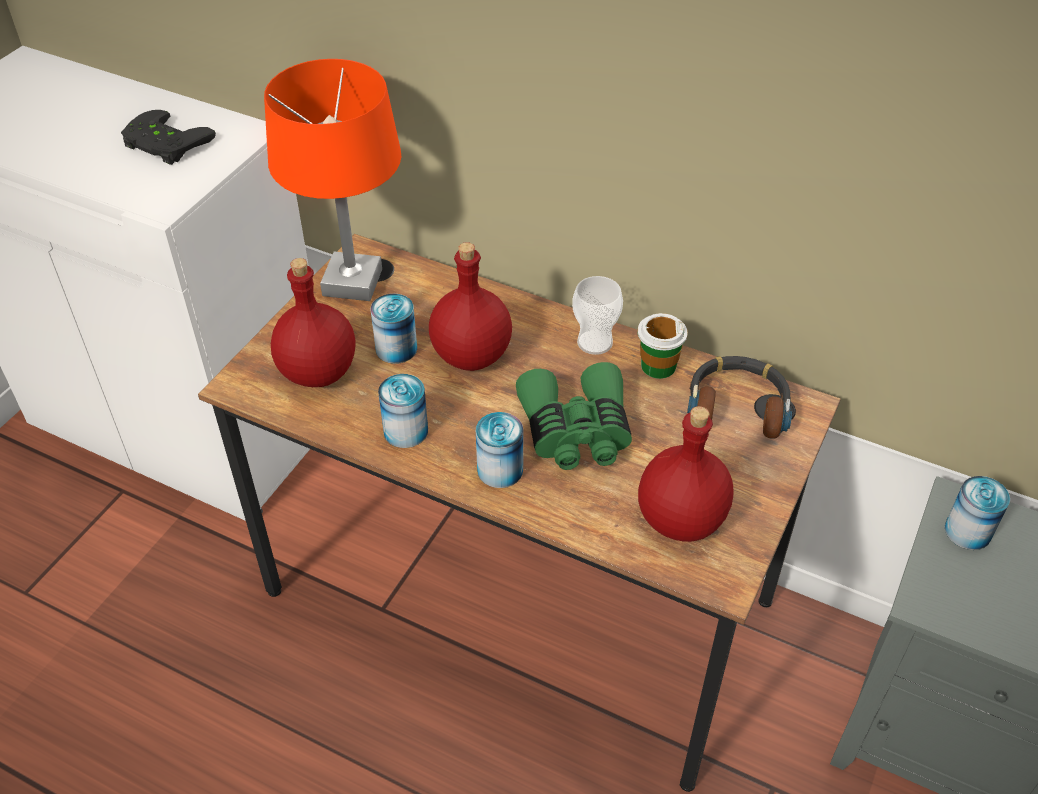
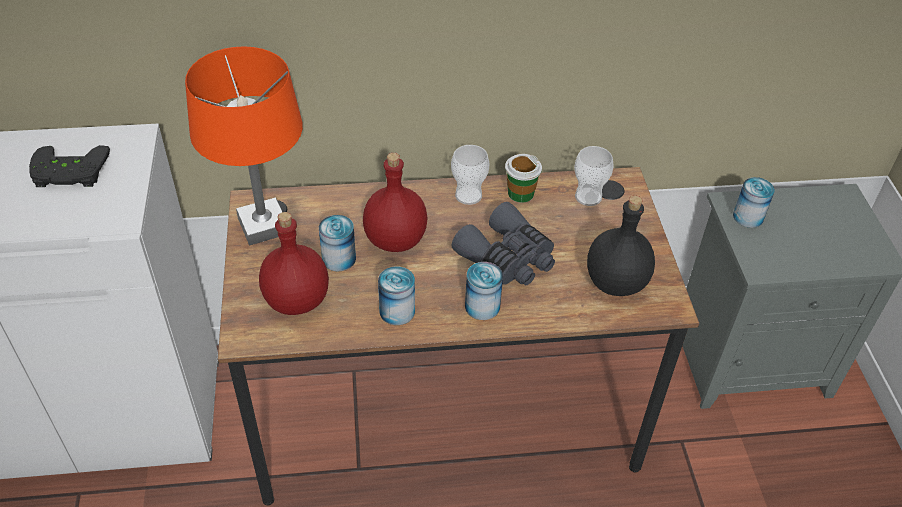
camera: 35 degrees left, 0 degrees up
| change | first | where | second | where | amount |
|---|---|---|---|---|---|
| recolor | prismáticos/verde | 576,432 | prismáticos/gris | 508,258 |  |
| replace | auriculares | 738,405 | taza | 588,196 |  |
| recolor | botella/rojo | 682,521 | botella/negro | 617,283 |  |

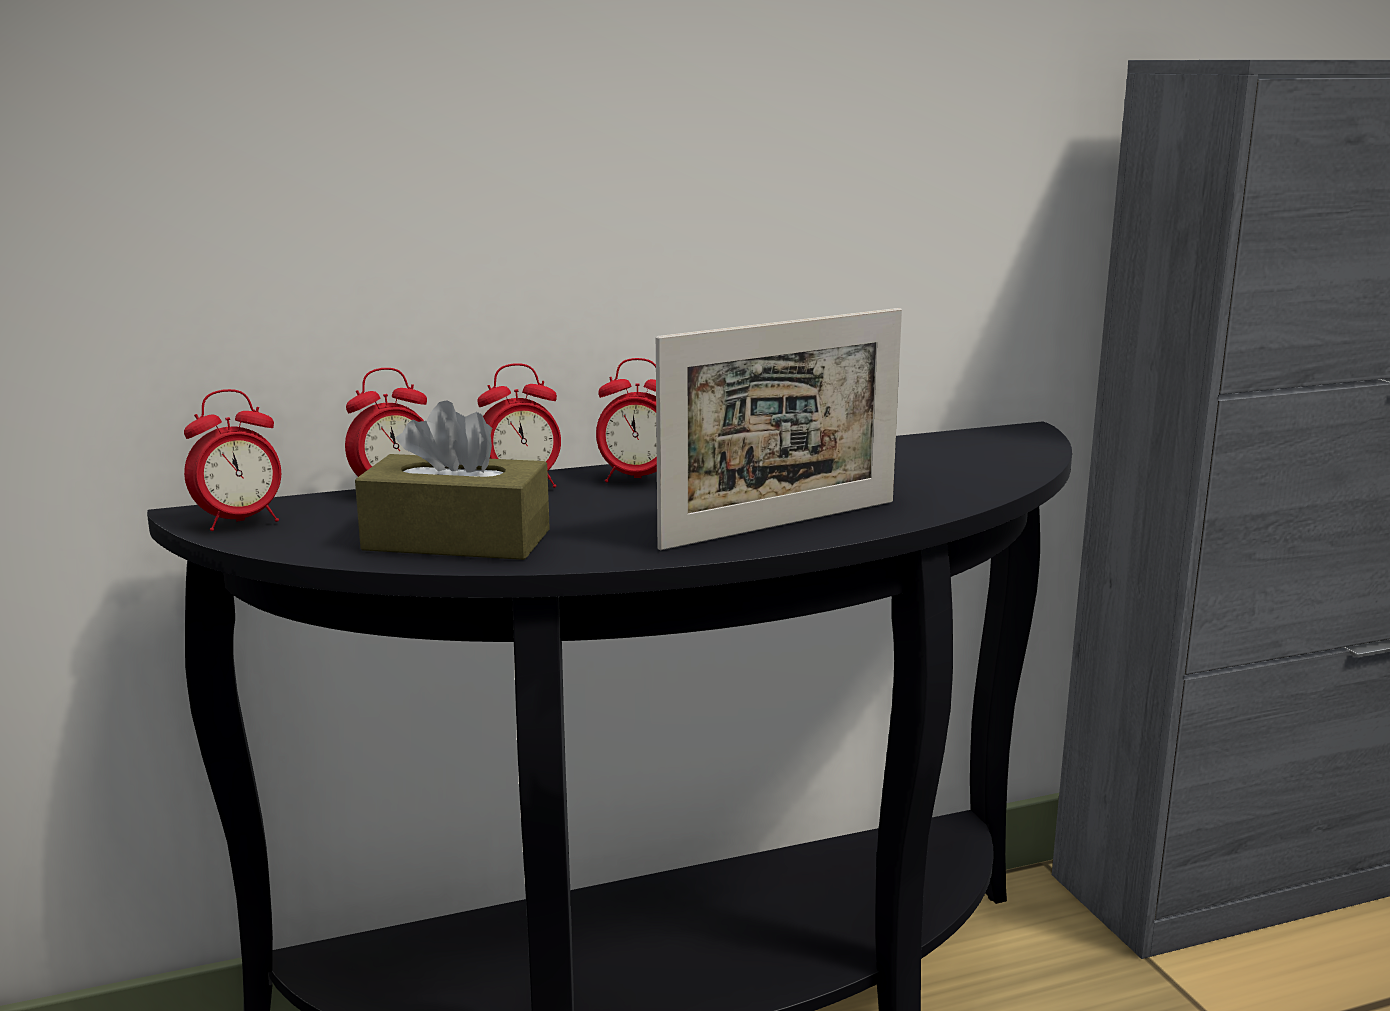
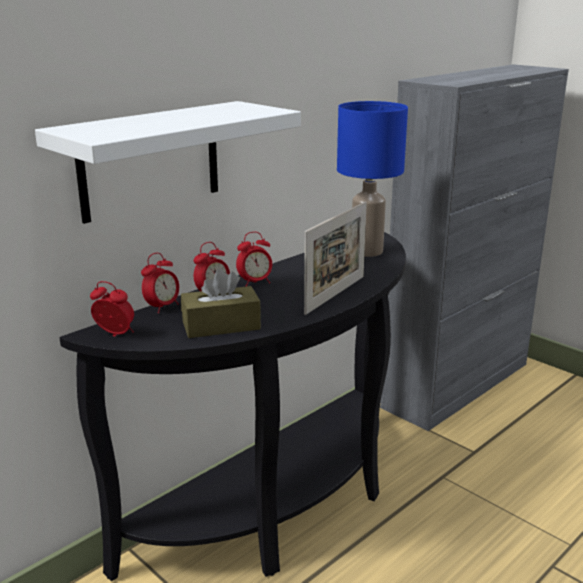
camera: 25 degrees left, 5 degrees up
| change | first | where | second | where | amount |
|---|---|---|---|---|---|
| insert |  |  | estante/blanco | 150,160 |  |
| rotate | despertador | 241,522 |  | 115,335 | 105 degrees counterclockwise |
| insert |  |  | lámpara de mesa/azul | 365,251 |  |

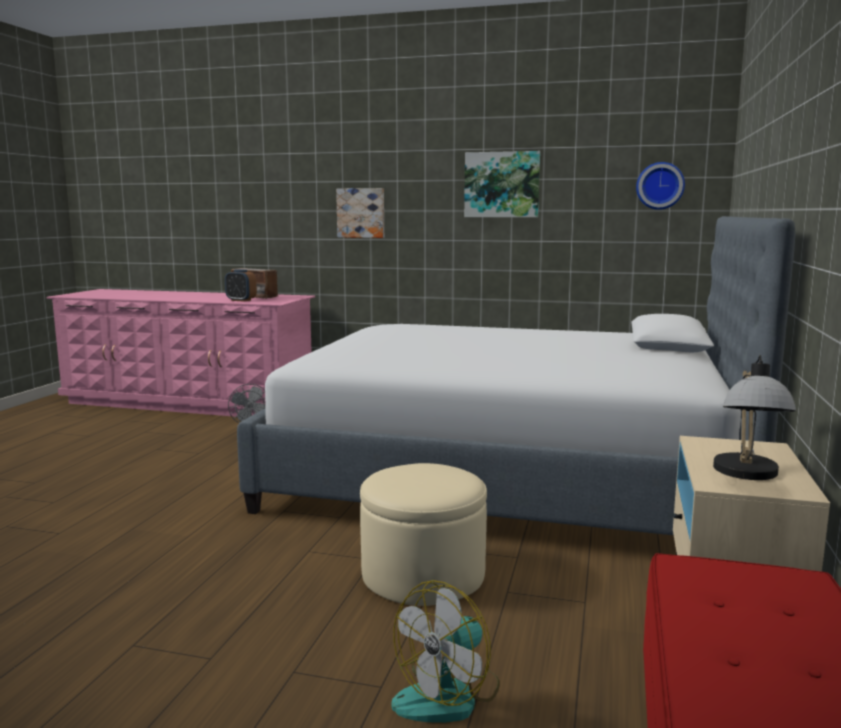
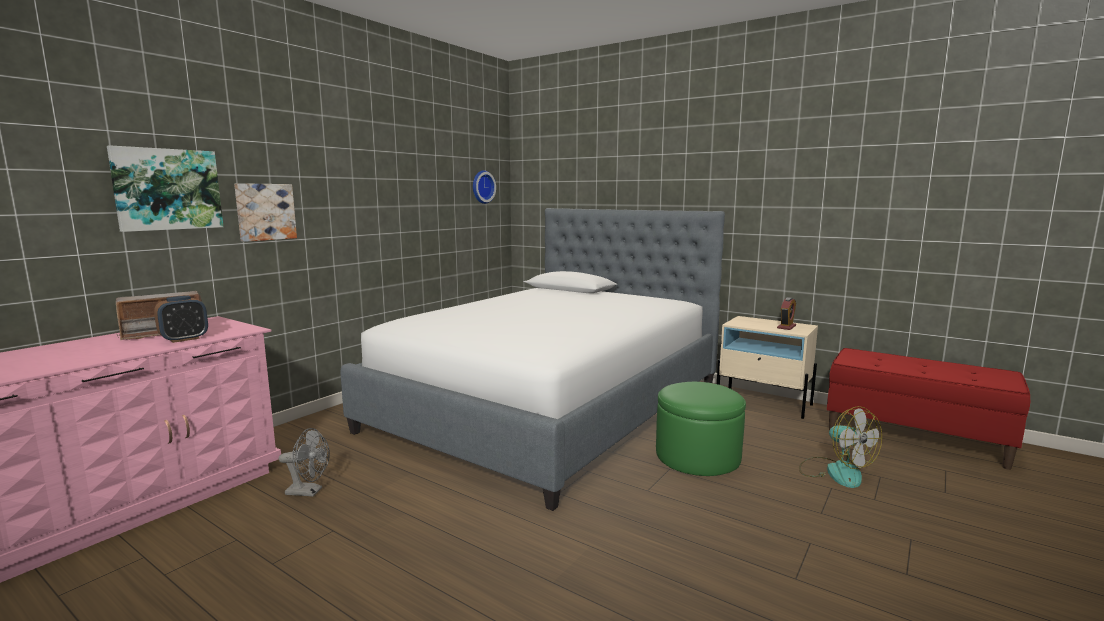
camera: 70 degrees left, 0 degrees up
| change | first | where | second | where | amount |
|---|---|---|---|---|---|
| move | cuadro | 502,184 |  | 167,189 |  |
| recolor | puf/beis | 423,574 | puf/verde | 697,456 |  |
| replace | lámpara de mesa | 747,475 | despertador | 786,327 |  |

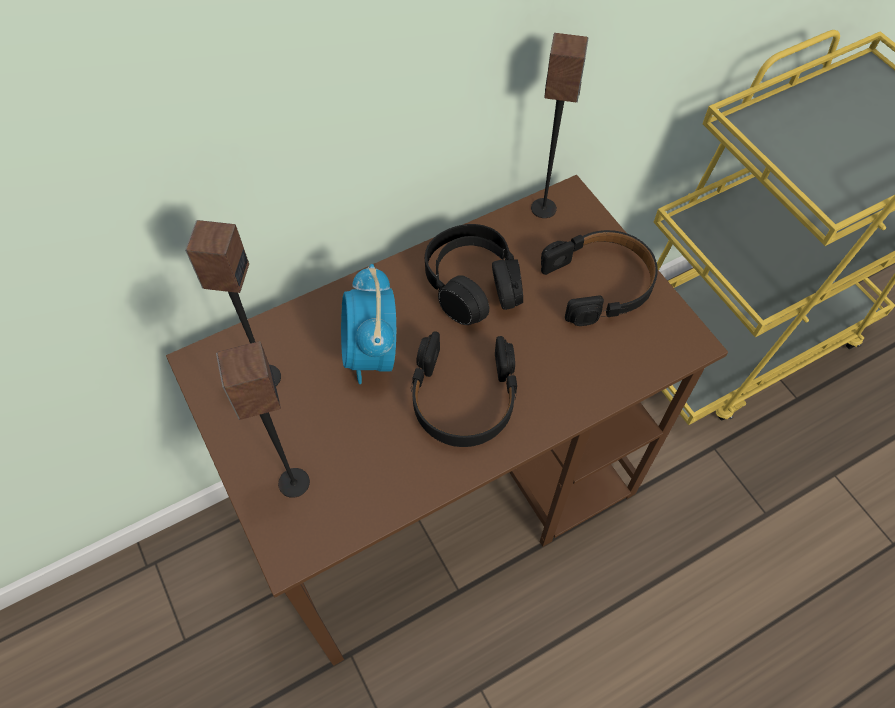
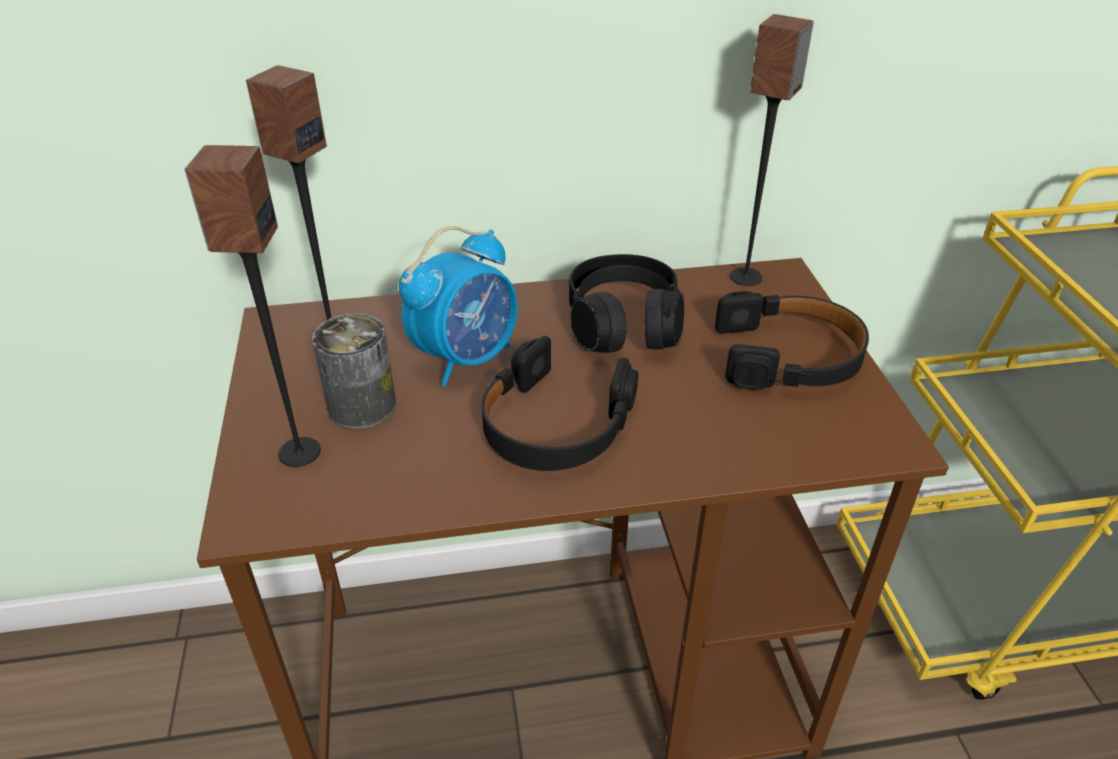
camera: 20 degrees right, 20 degrees down
| change | first | where | second | where | amount |
|---|---|---|---|---|---|
| insert |  |  | lata | 362,406 |  |
| rotate | despertador | 371,354 |  | 467,357 | 150 degrees counterclockwise |

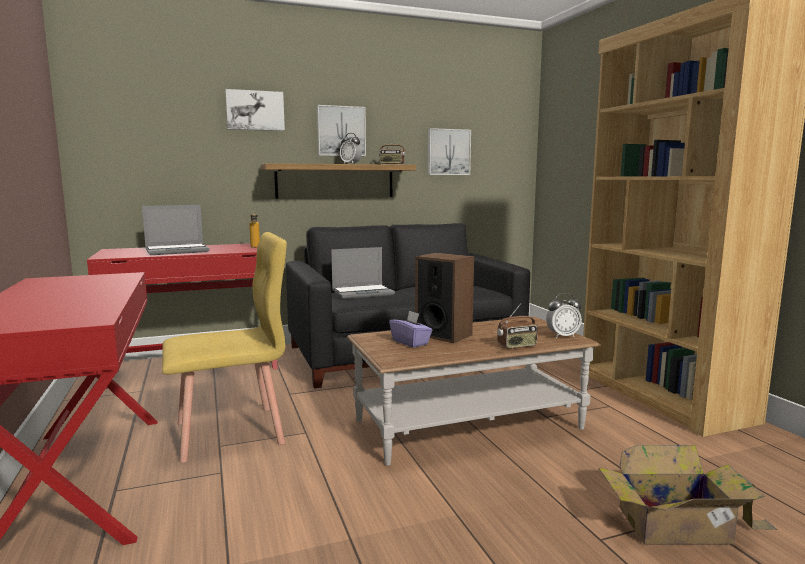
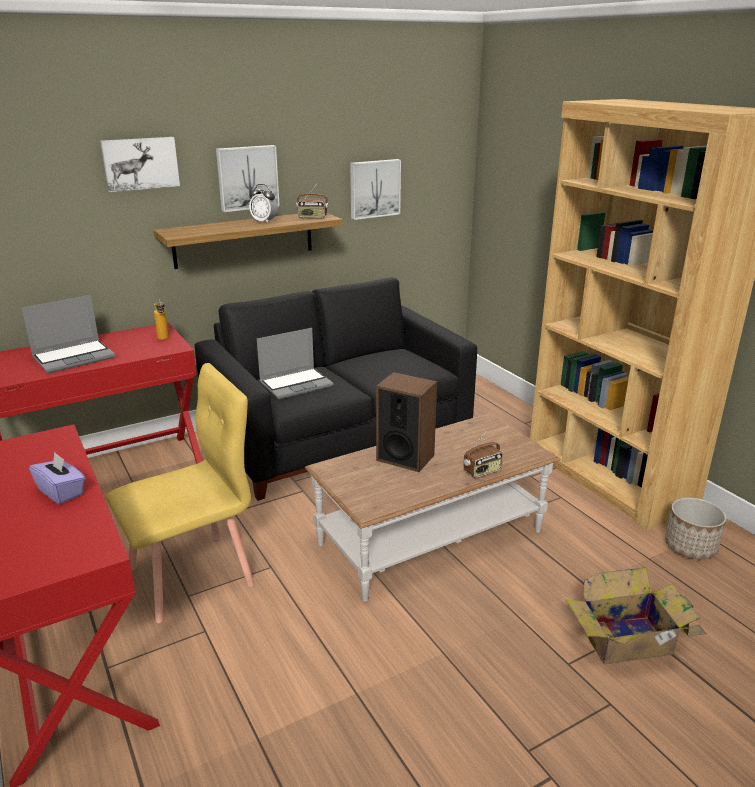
camera: 10 degrees left, 15 degrees up
| change | first | where | second | where | amount |
|---|---|---|---|---|---|
| move | caja de pañuelos/morado | 410,342 |  | 61,492 |  |
| insert |  |  | maceta | 690,546 |  |
| delete | despertador | 562,336 |  |  |  |

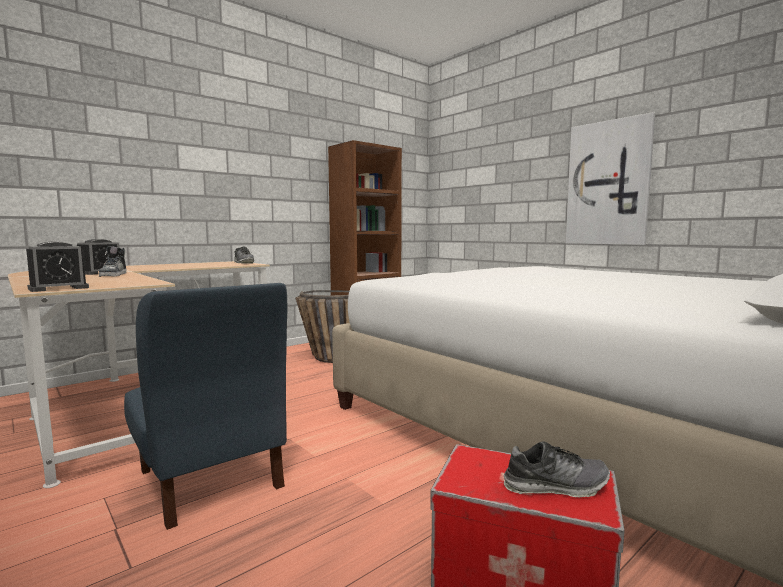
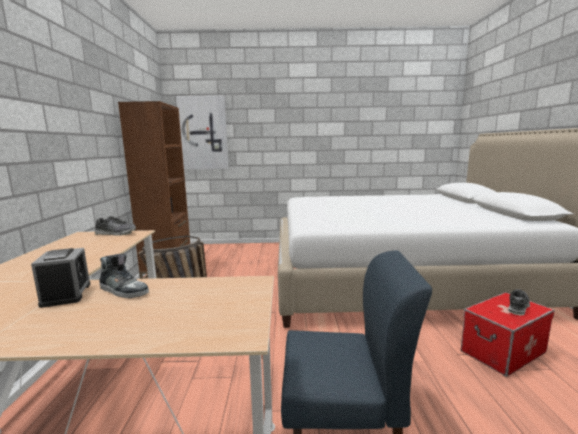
camera: 50 degrees left, 5 degrees up
| change | first | where | second | where | amount |
|---|---|---|---|---|---|
| move | cuadro | 608,183 |  | 203,133 |  |
| delete | despertador | 58,288 |  |  |  |

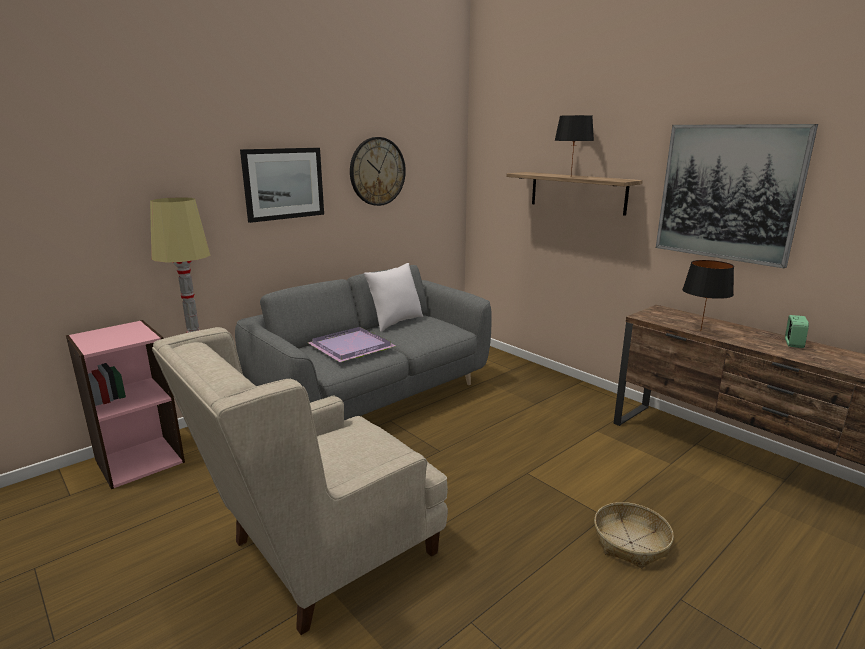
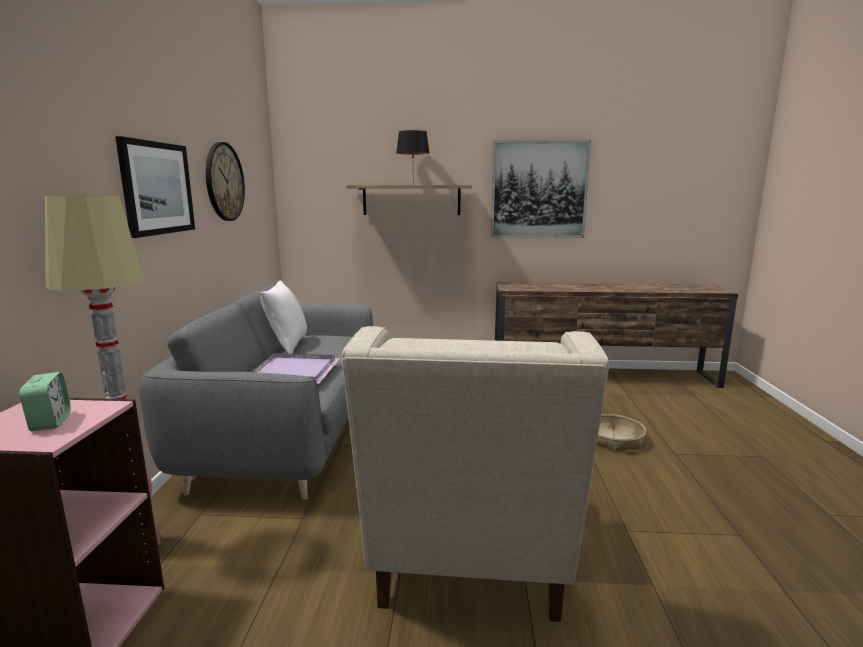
camera: 45 degrees left, 5 degrees down
| change | first | where | second | where | amount |
|---|---|---|---|---|---|
| move | despertador | 793,343 |  | 50,422 |  |
| delete | lámpara de mesa/negro | 701,331 |  |  |  |

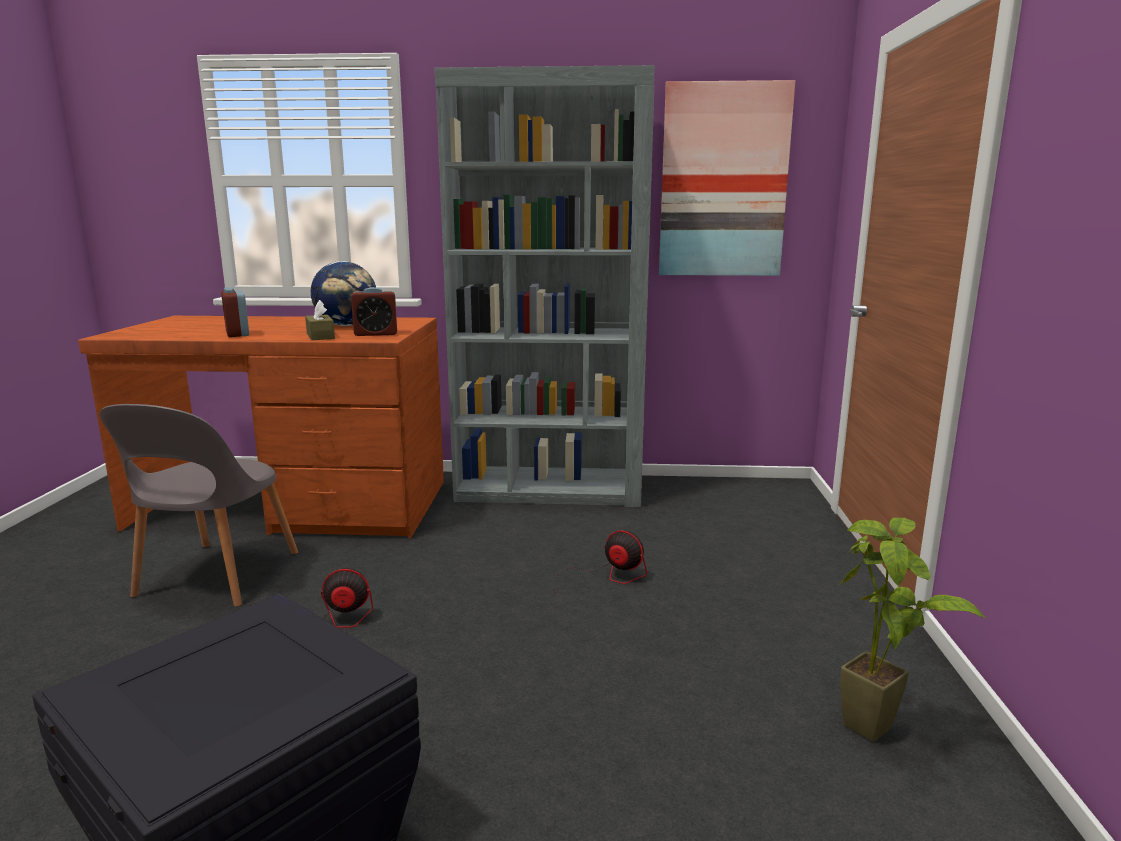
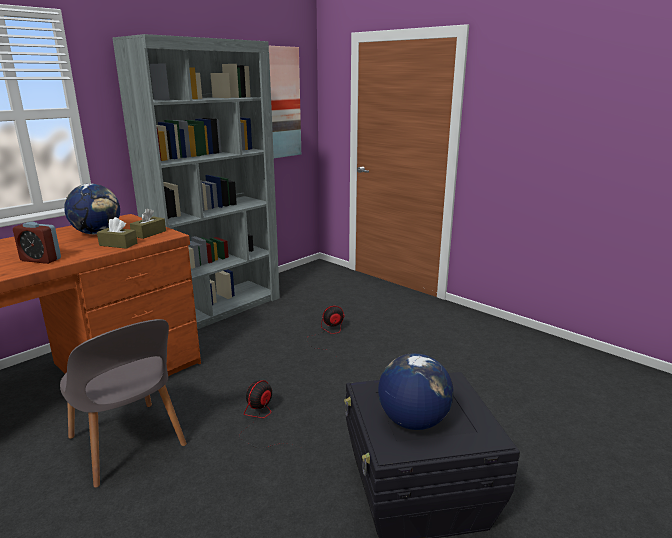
camera: 50 degrees left, 5 degrees up
| change | first | where | second | where | amount |
|---|---|---|---|---|---|
| replace | despertador | 376,334 | caja de pañuelos/marrón | 149,233 |  |
| insert |  |  | globo terráqueo | 413,421 |  |
| delete | planta en maceta | 880,739 |  |  |  |

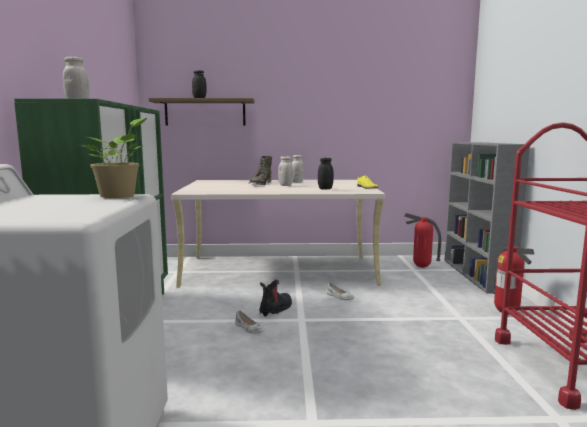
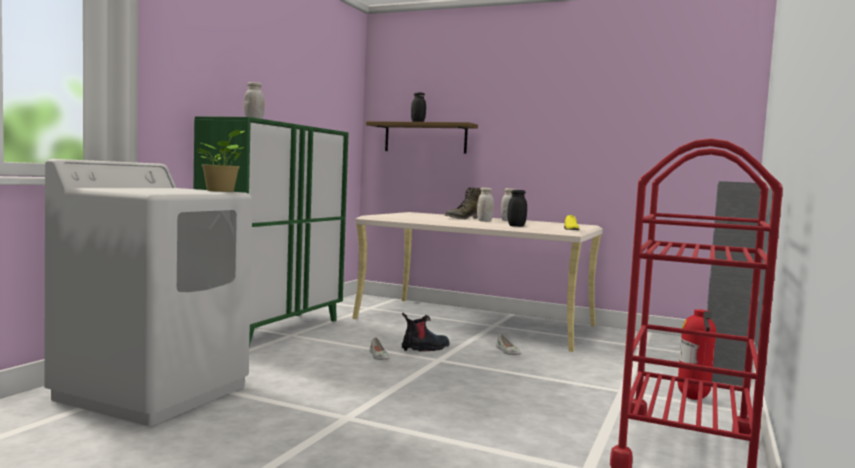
camera: 25 degrees right, 5 degrees down
| change | first | where | second | where | amount |
|---|---|---|---|---|---|
| delete | extintor | 421,267 |  |  |  |

